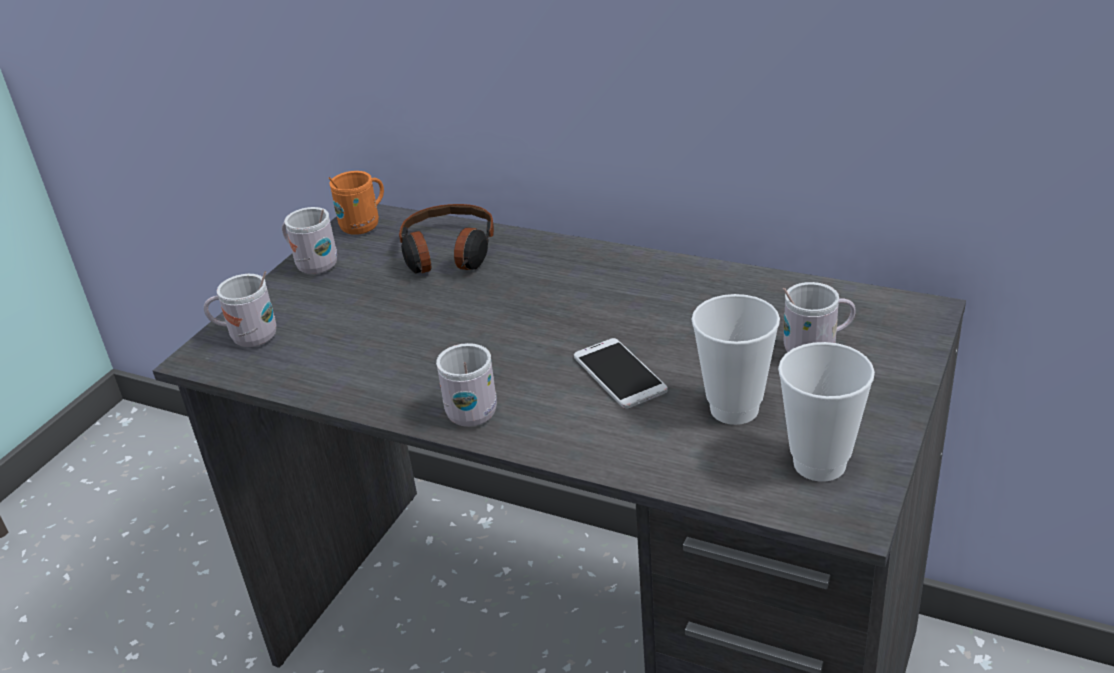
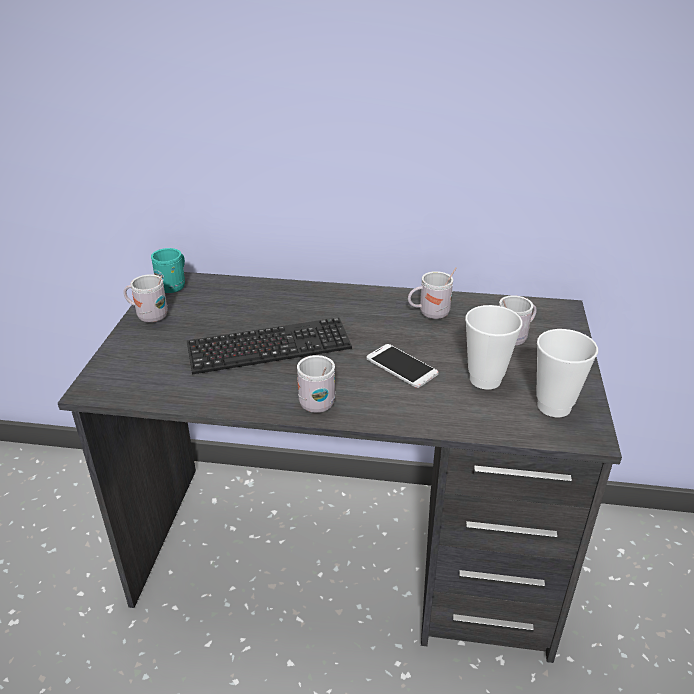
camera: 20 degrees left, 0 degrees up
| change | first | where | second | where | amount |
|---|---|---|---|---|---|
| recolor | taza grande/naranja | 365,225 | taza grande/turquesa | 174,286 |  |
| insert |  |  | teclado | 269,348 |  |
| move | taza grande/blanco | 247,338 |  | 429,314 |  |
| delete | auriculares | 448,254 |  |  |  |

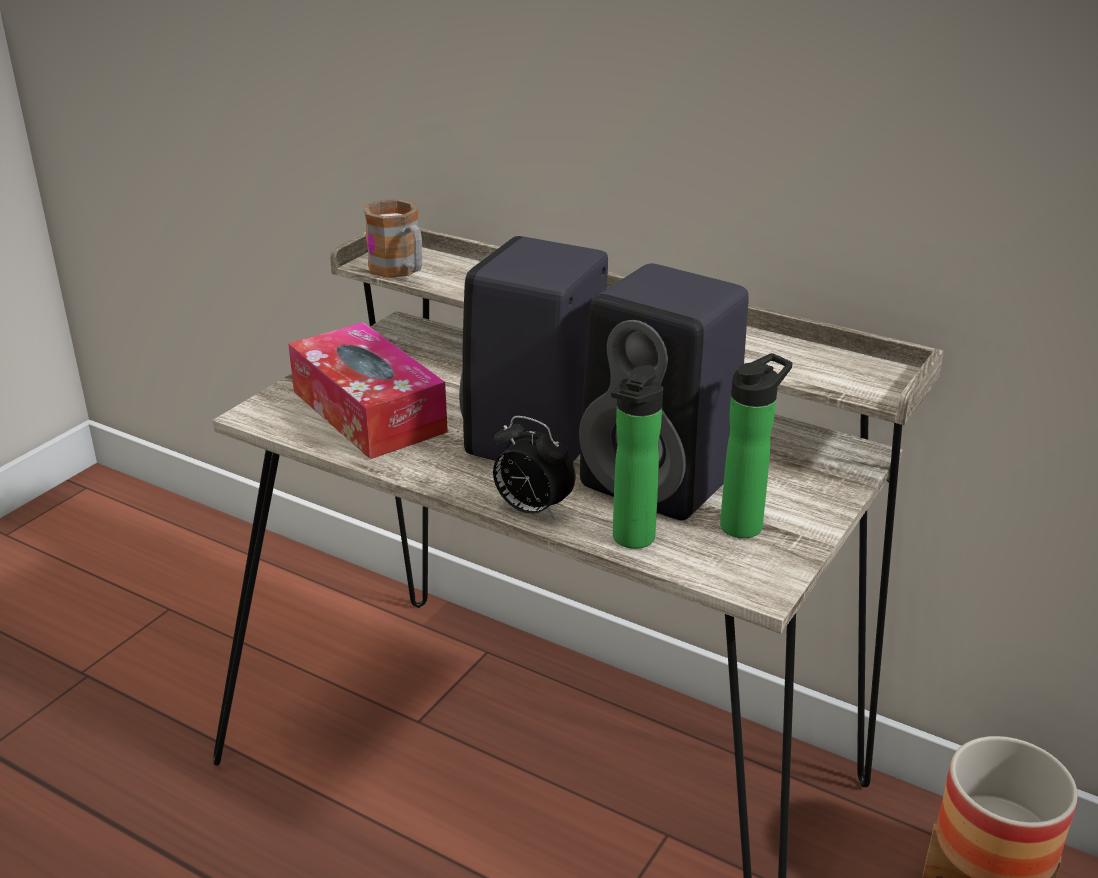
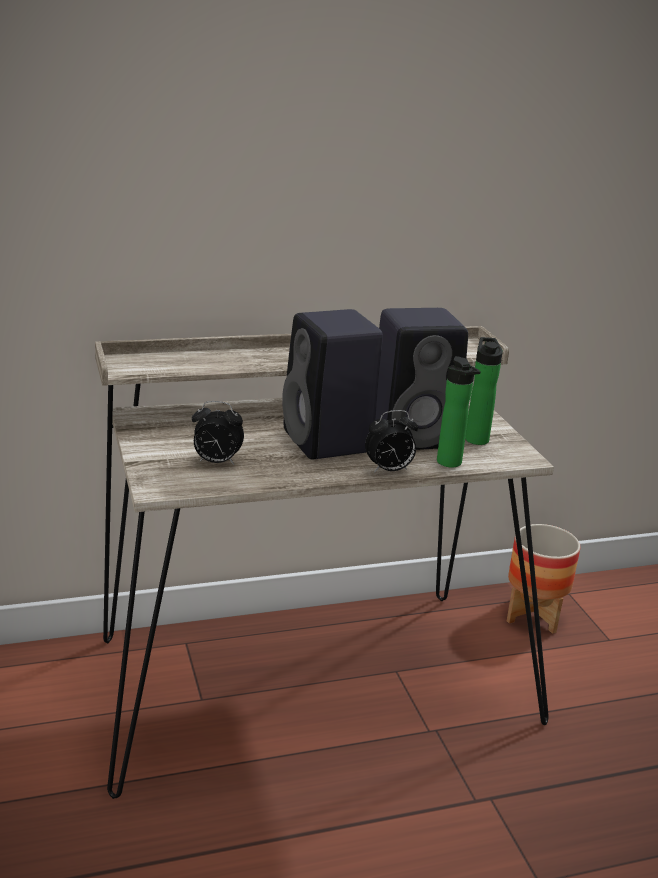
camera: 50 degrees left, 5 degrees down
| change | first | where | second | where | amount |
|---|---|---|---|---|---|
| replace | caja de pañuelos | 368,411 | despertador | 216,462 |  |
| delete | taza grande | 400,271 |  |  |  |

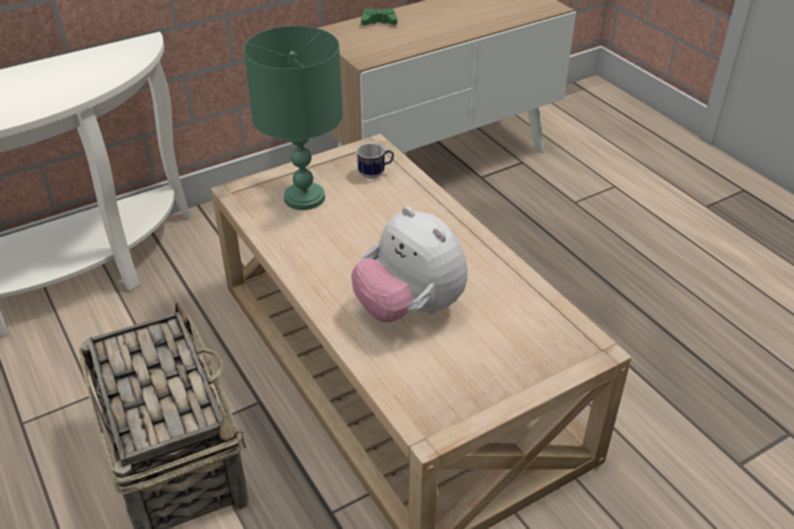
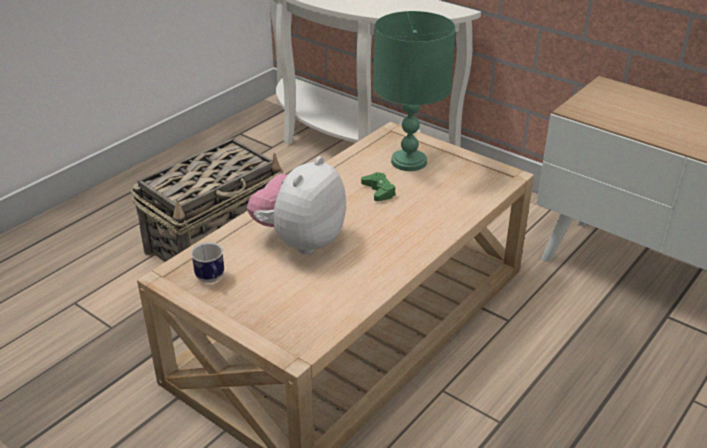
camera: 70 degrees right, 5 degrees down
| change | first | where | second | where | amount |
|---|---|---|---|---|---|
| move | taza grande | 375,174 |  | 211,280 |  |
| move | mando de consola/verde | 379,22 |  | 379,191 |  |

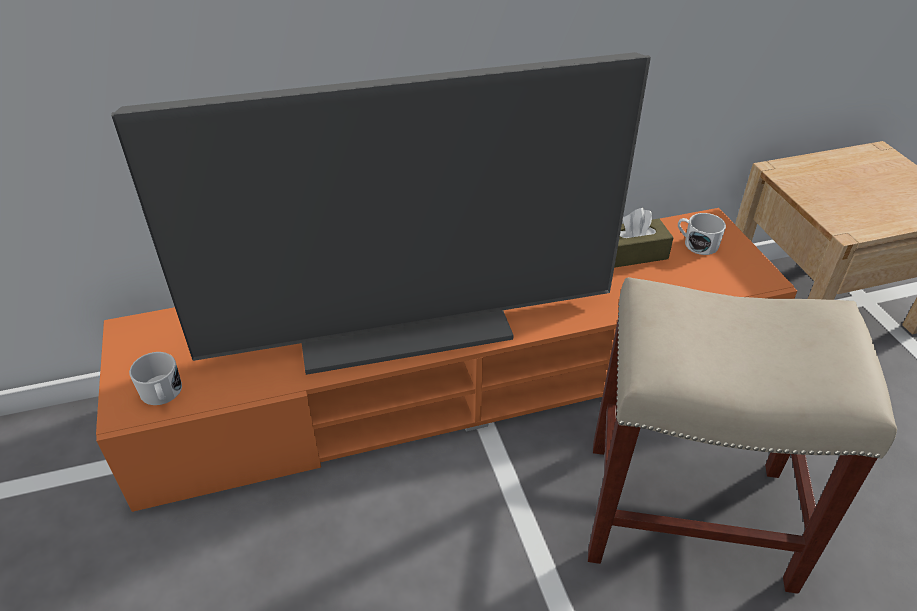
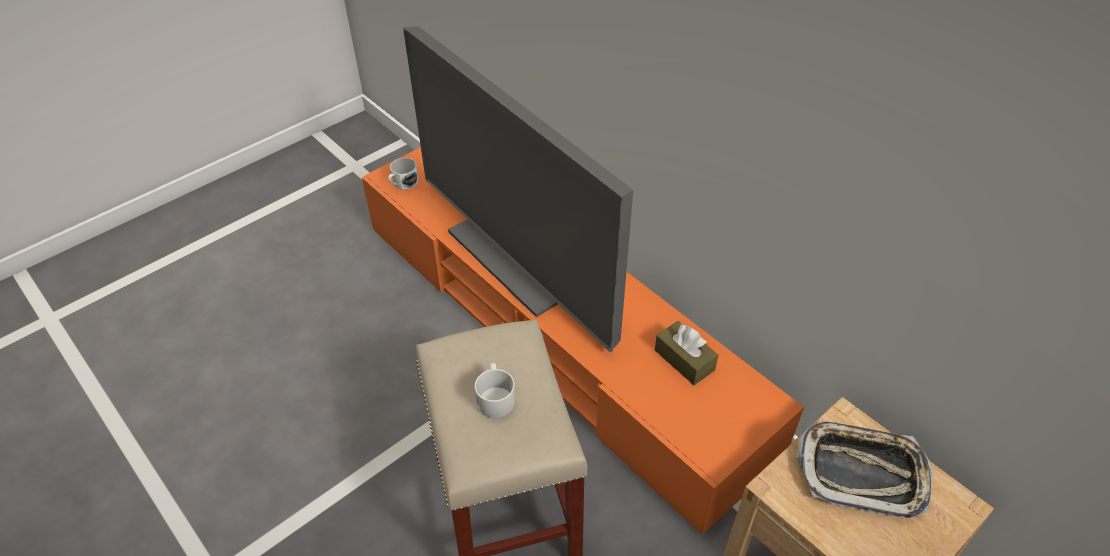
camera: 65 degrees right, 5 degrees up
| change | first | where | second | where | amount |
|---|---|---|---|---|---|
| move | taza grande/blanco | 696,244 |  | 495,398 |  |
| insert |  |  | bandeja | 862,472 |  |

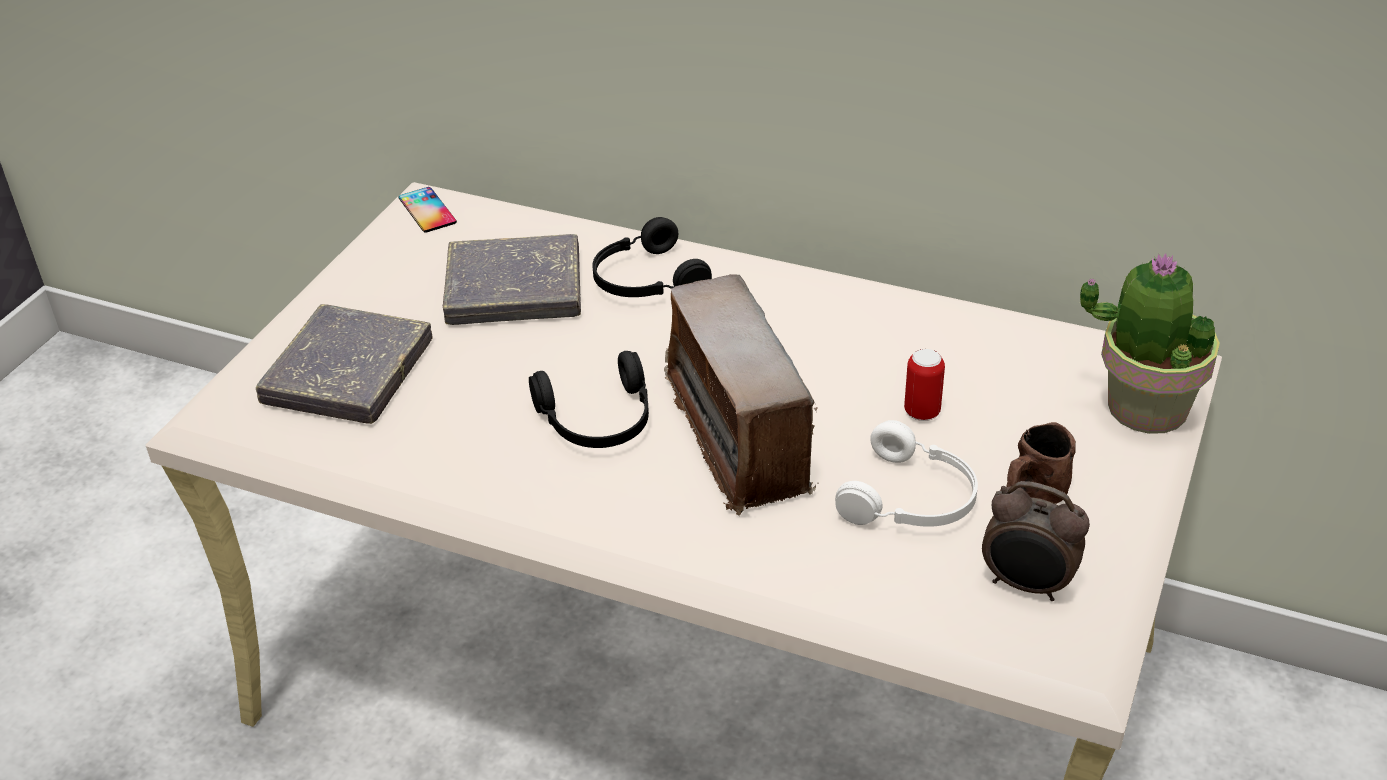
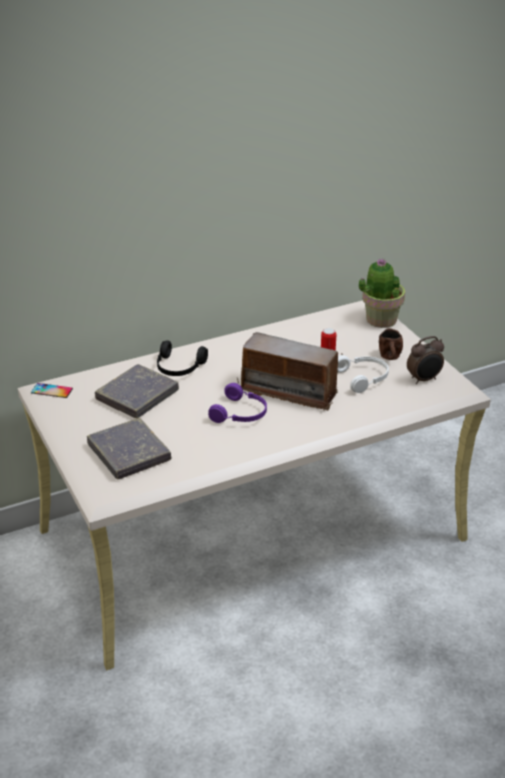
camera: 50 degrees left, 5 degrees down
| change | first | where | second | where | amount |
|---|---|---|---|---|---|
| recolor | auriculares/negro | 598,421 | auriculares/morado | 241,414 |  |

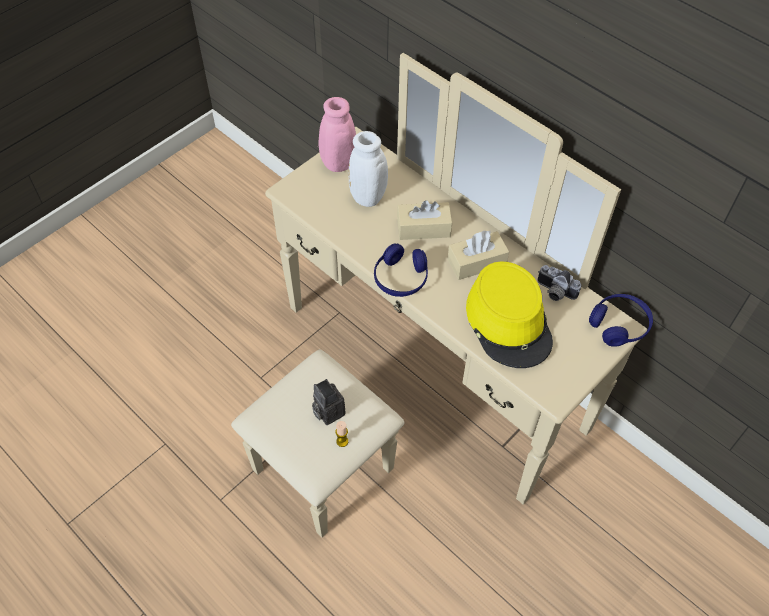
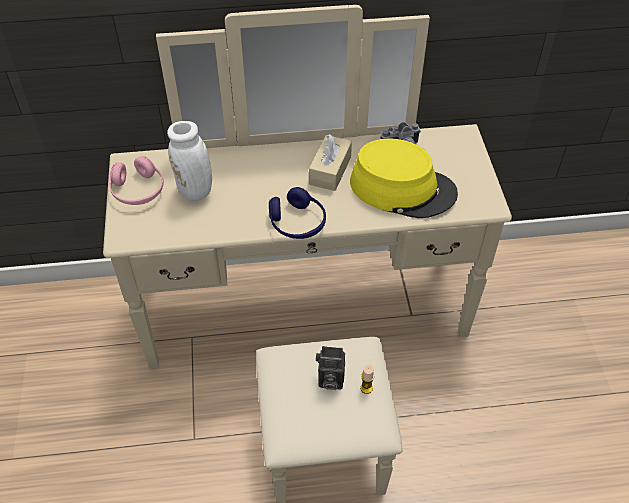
camera: 50 degrees left, 5 degrees down
| change | first | where | second | where | amount |
|---|---|---|---|---|---|
| replace | florero/rosa | 337,166 | auriculares/rosa | 138,190 |  |
| delete | caja de pañuelos/beis | 423,228 |  |  |  |
| delete | auriculares/azul | 619,325 |  |  |  |

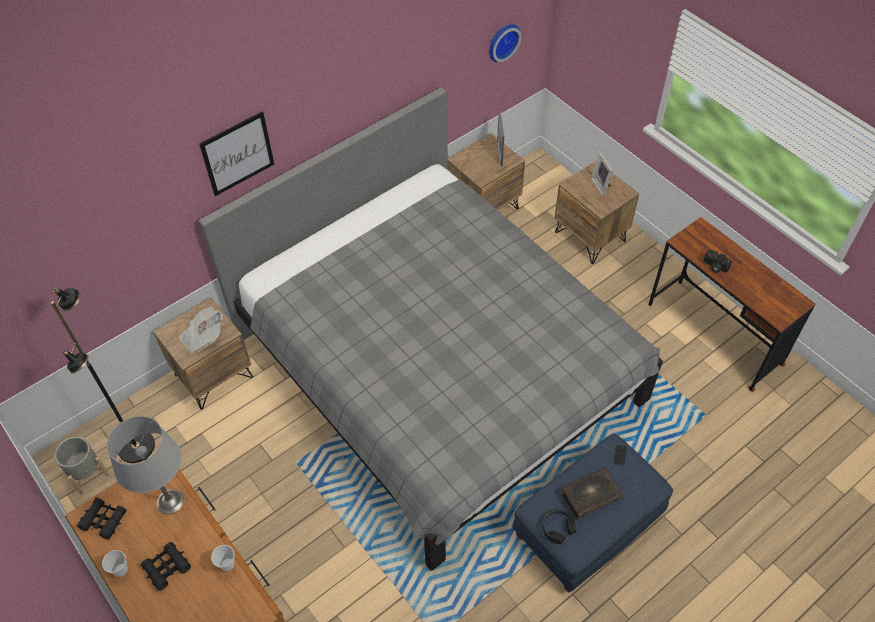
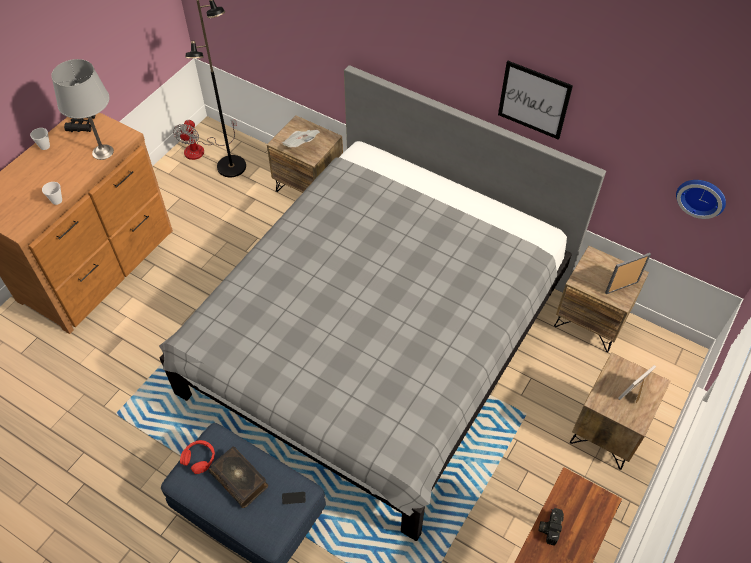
camera: 70 degrees right, 0 degrees up
| change | first | where | second | where | amount |
|---|---|---|---|---|---|
| replace | maceta/gris | 87,473 | ventilador | 201,149 |  |
| recolor | auriculares/negro | 557,528 | auriculares/rojo | 199,458 |  |
| move | cuadro | 237,153 |  | 534,100 |  |
| delete | prismáticos/negro | 167,568 |  |  |  |

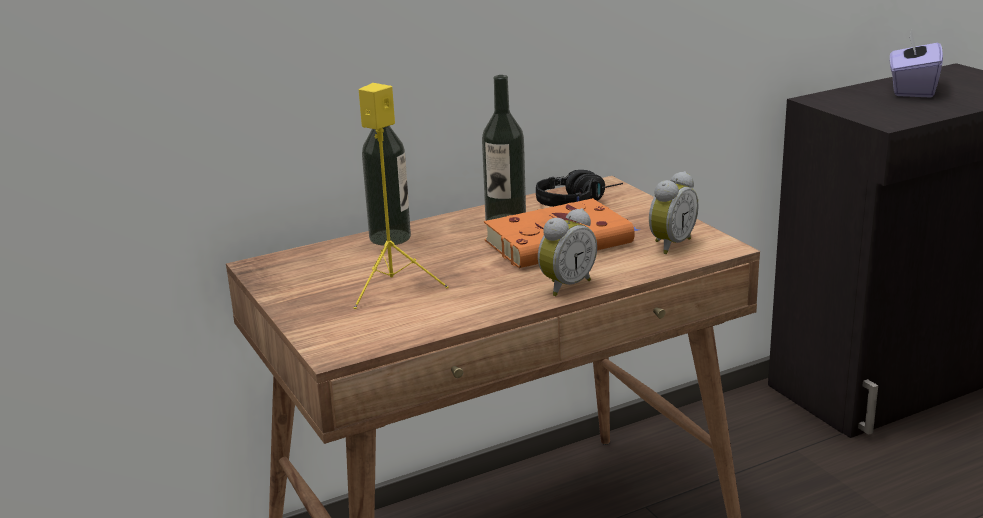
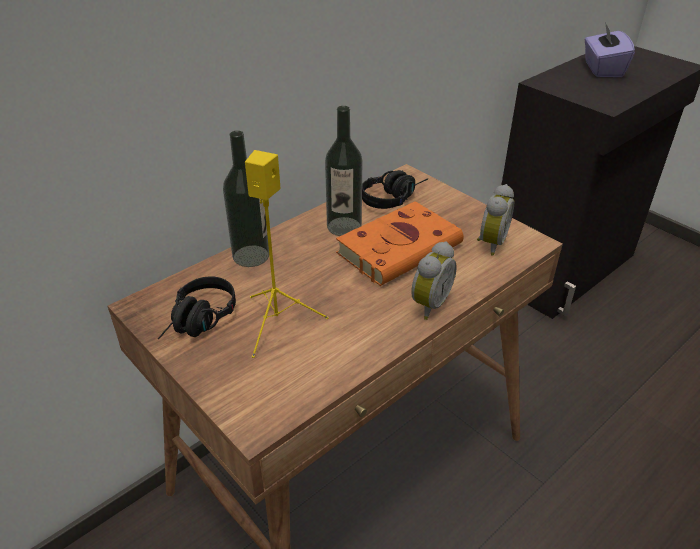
camera: 15 degrees left, 15 degrees up
| change | first | where | second | where | amount |
|---|---|---|---|---|---|
| insert |  |  | auriculares/negro | 199,322 |  |

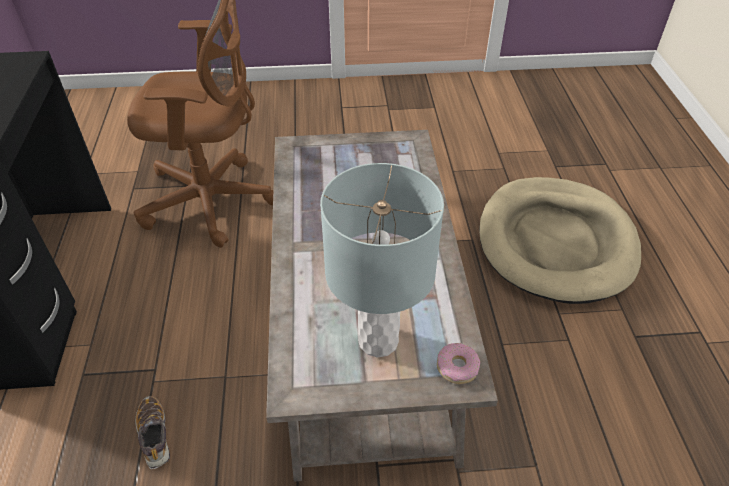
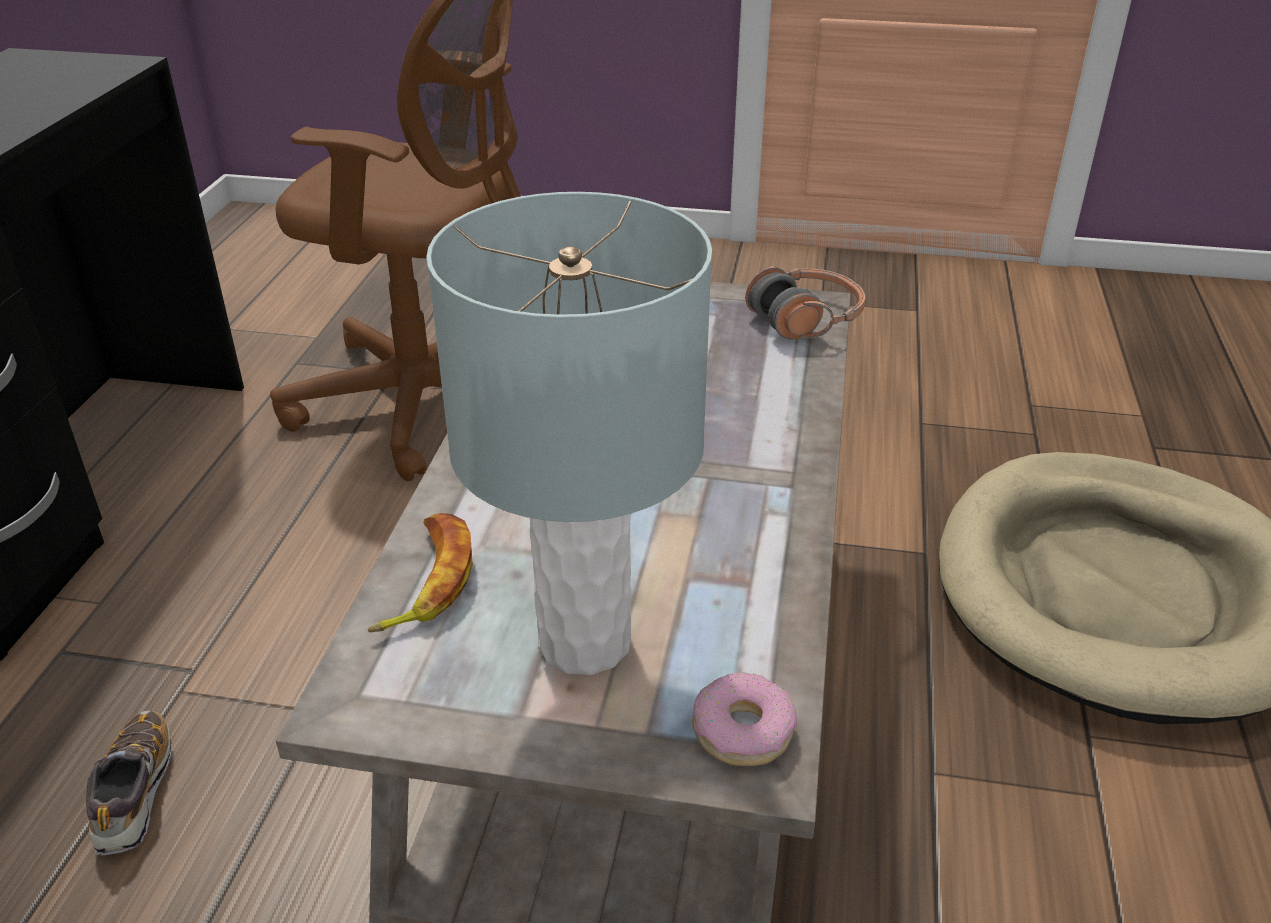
camera: 15 degrees right, 10 degrees down
| change | first | where | second | where | amount |
|---|---|---|---|---|---|
| insert |  |  | plátano | 426,580 |  |
| insert |  |  | auriculares | 805,319 |  |

